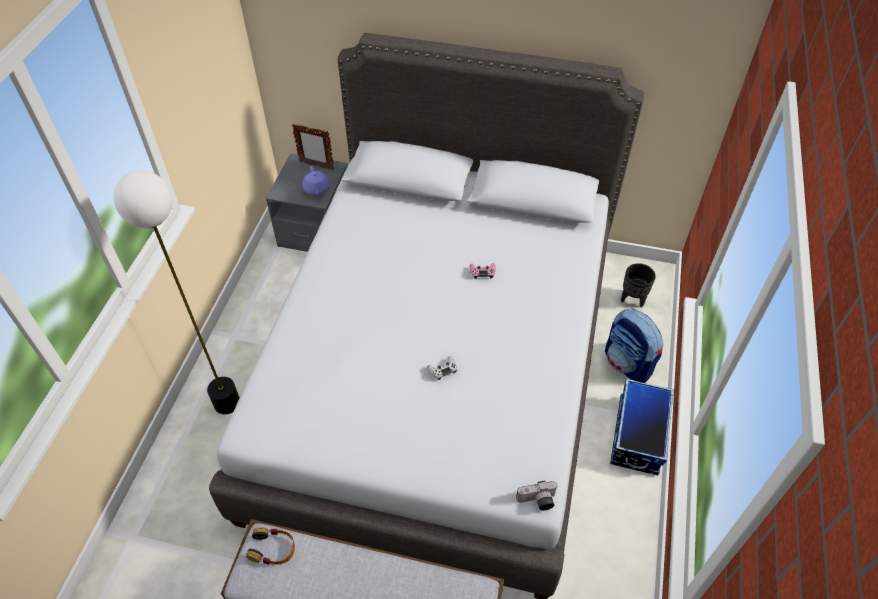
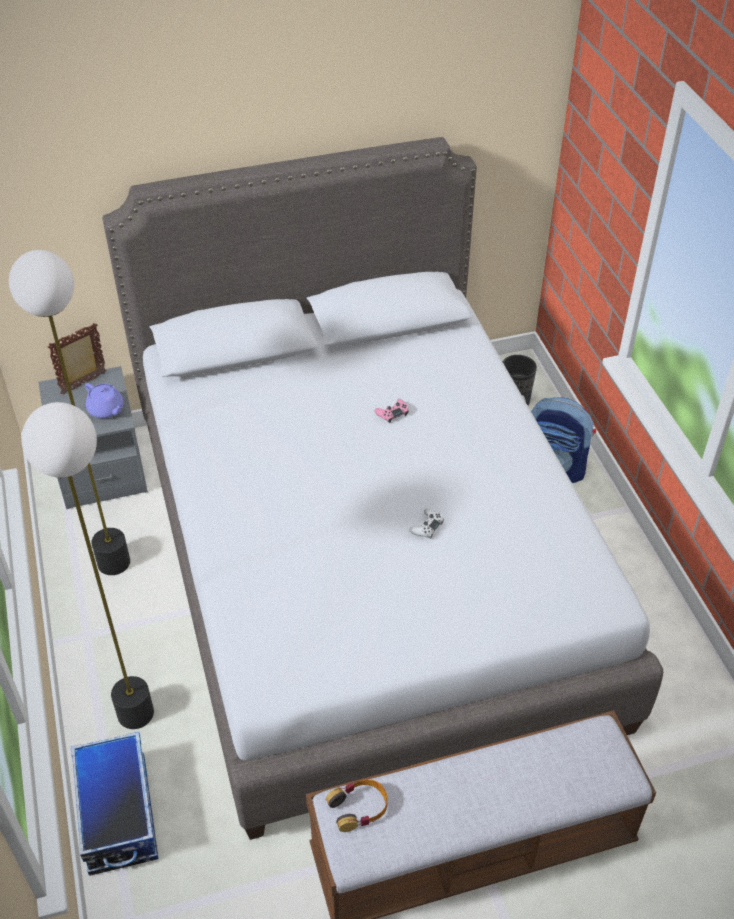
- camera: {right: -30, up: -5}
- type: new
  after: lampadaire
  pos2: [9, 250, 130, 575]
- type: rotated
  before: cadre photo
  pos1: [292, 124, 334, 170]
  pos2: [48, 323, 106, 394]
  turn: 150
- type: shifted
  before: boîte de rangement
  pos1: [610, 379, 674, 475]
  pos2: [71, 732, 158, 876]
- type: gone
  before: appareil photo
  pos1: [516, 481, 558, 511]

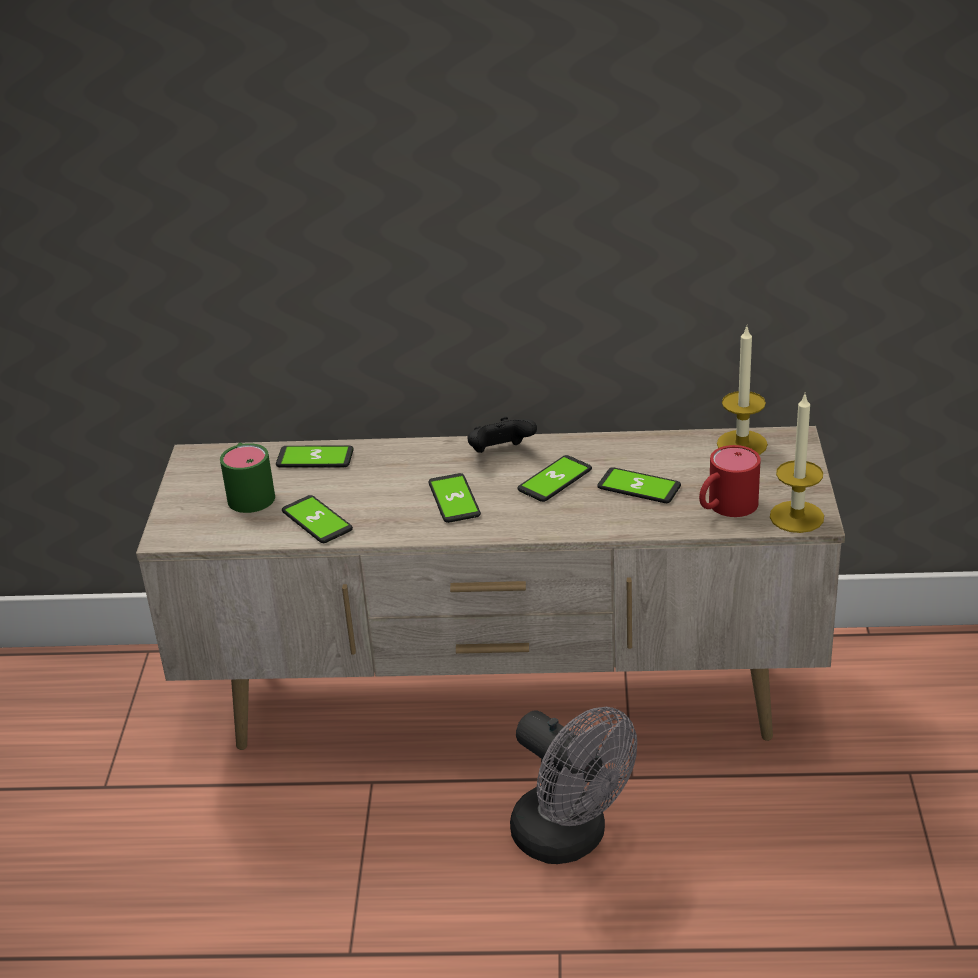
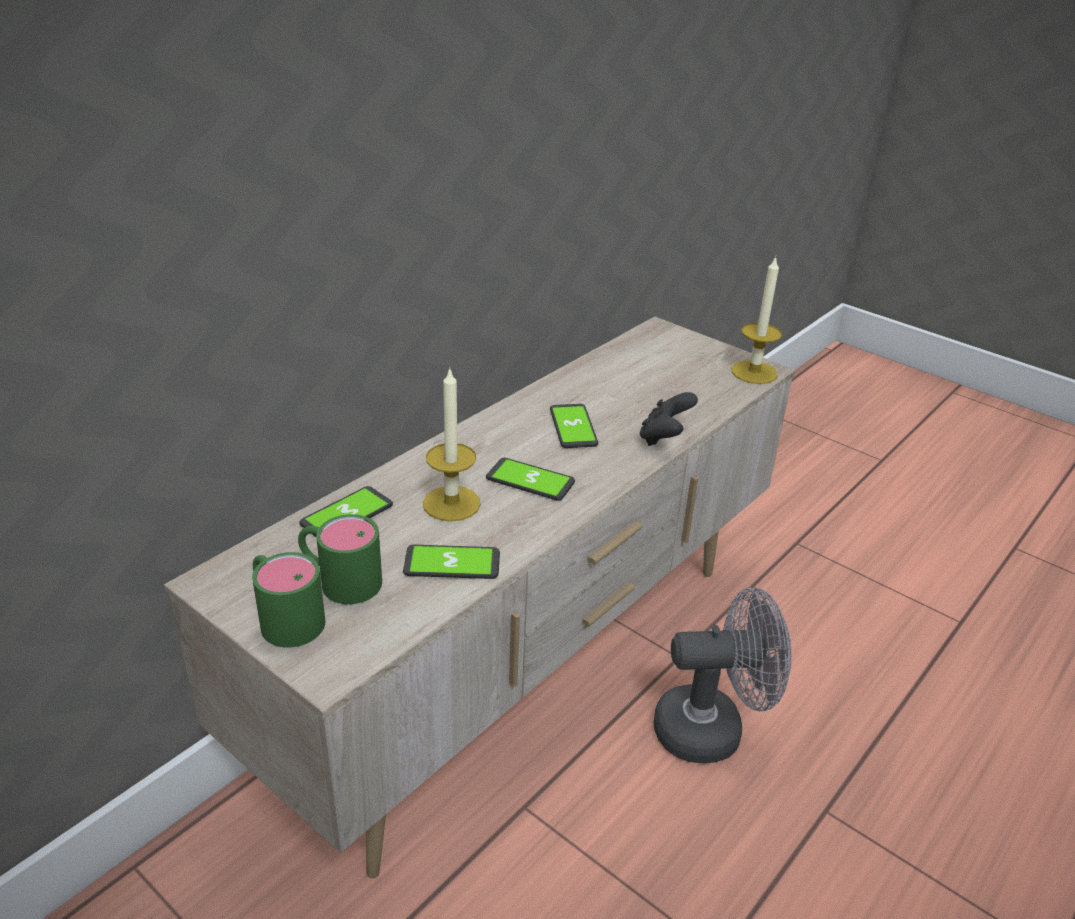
- camera: {right: -55, up: 0}
- type: new
  after: mug (vert)
  pos2: [252, 552, 325, 648]
- type: shifted
  before: bougie
  pos1: [717, 327, 768, 455]
  pos2: [423, 367, 481, 521]
- type: shifted
  before: manette (noir)
  pos1: [467, 417, 537, 453]
  pos2: [640, 392, 698, 446]
- type: gone
  before: téléphone
  pos1: [597, 467, 681, 503]
- type: gone
  before: mug (rouge)
  pos1: [699, 445, 761, 517]

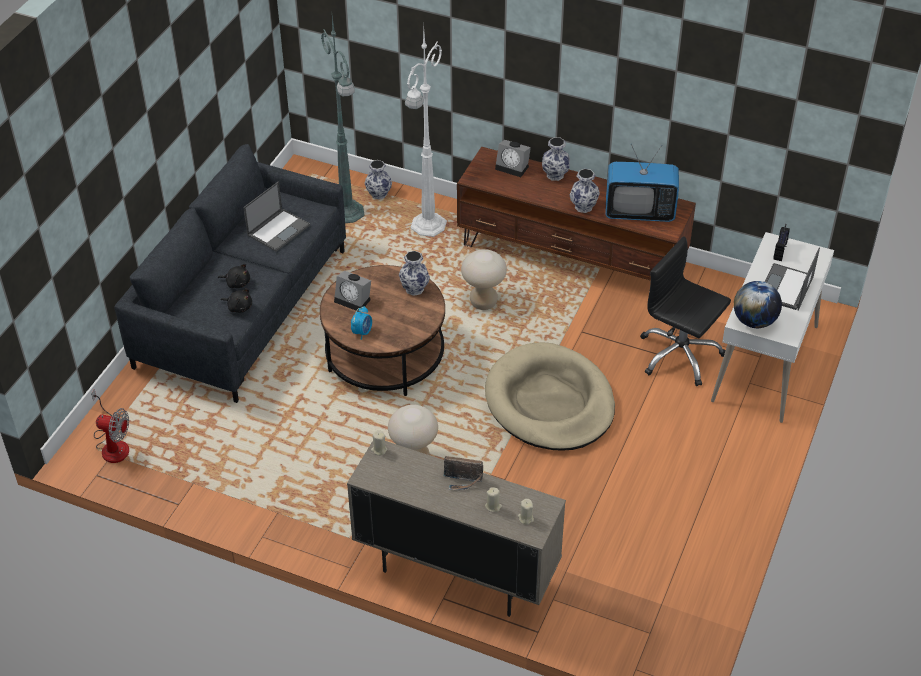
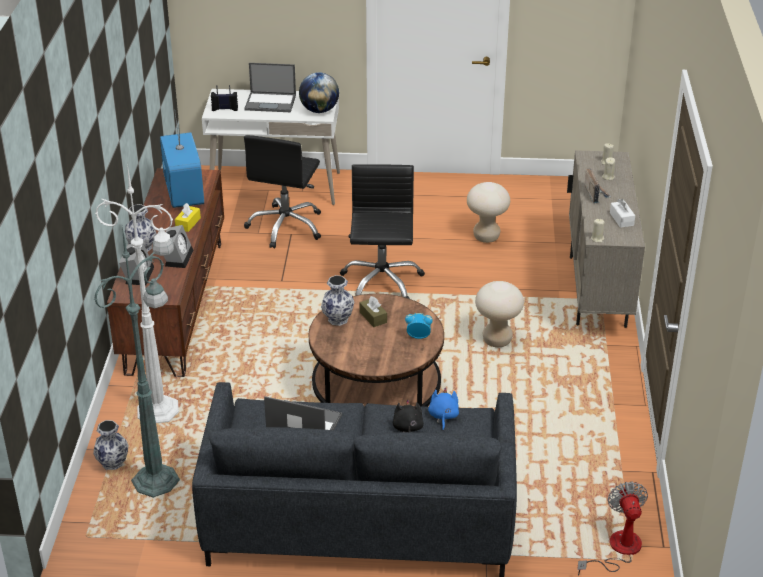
- camera: {right: -110, up: -10}
- type: shifted
  before: réveil
  pos1: [334, 271, 371, 312]
  pos2: [164, 225, 193, 268]
- type: swapped
  before: vase
  after: boîte à mouchoirs (jaune)
  pos1: [570, 169, 600, 213]
  pos2: [175, 203, 201, 232]
- type: swapped
  before: panier pour chien (beige)
  after: chaise de bureau (noir)
  pos1: [485, 342, 615, 451]
  pos2: [340, 164, 425, 299]
- type: new
  after: boîte à mouchoirs (marron)
  pos2: [359, 296, 387, 327]
- type: repainted
  before: peluche (noir)
  after: peluche (bleu)
  pos1: [221, 289, 252, 313]
  pos2: [428, 387, 459, 430]
- type: shifted
  before: tabouret (beige)
  pos1: [461, 249, 507, 310]
  pos2: [467, 182, 510, 243]
- type: new
  after: boîte à mouchoirs (blanc)
  pos2: [610, 199, 635, 228]

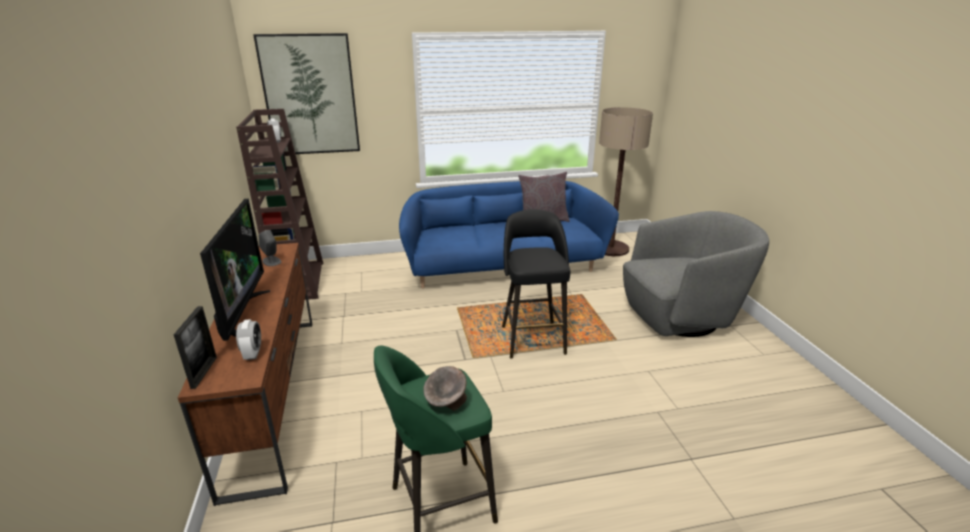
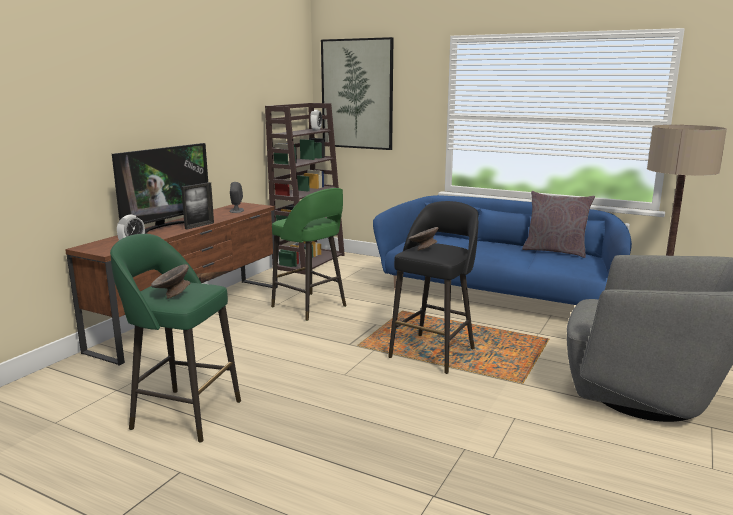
- camera: {right: 40, up: -10}
- type: shifted
  before: cadre photo
  pos1: [174, 306, 217, 389]
  pos2: [181, 182, 214, 229]
- type: new
  after: tabouret (vert)
  pos2: [271, 188, 346, 321]
- type: new
  after: bol (gris)
  pos2: [409, 227, 438, 251]

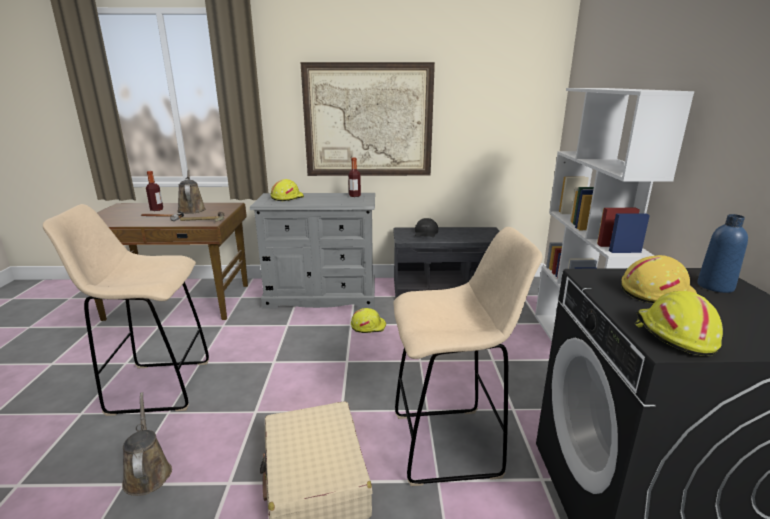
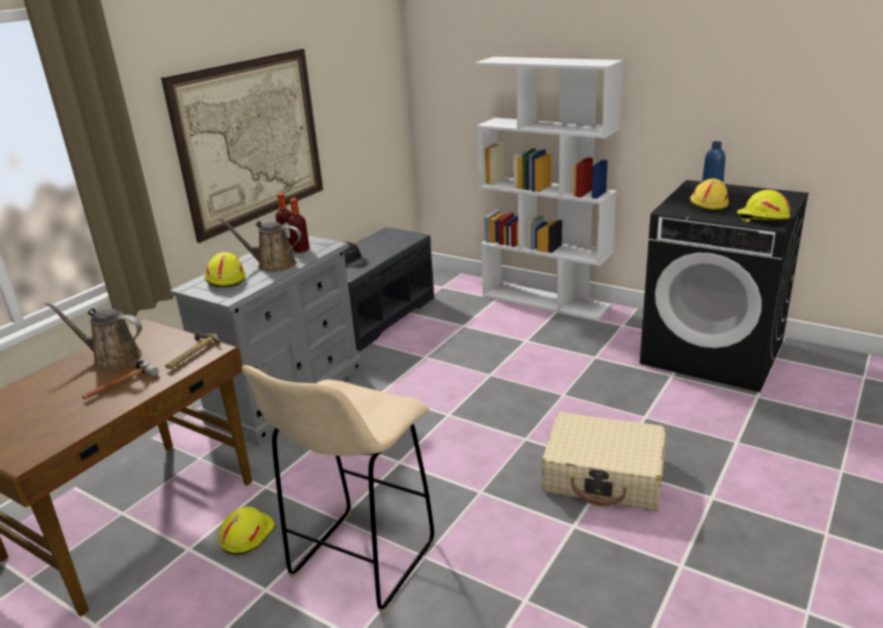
- camera: {right: -55, up: 5}
- type: shifted
  before: arrosoir (marron)
  pos1: [122, 392, 172, 496]
  pos2: [218, 218, 301, 272]
- type: shifted
  before: casque de chantier (jaune)
  pos1: [351, 308, 386, 333]
  pos2: [218, 506, 276, 555]
- type: shifted
  before: bouteille
  pos1: [146, 171, 163, 211]
  pos2: [288, 198, 310, 253]
- type: gone
  before: tabouret (beige)
  pos1: [393, 227, 543, 486]

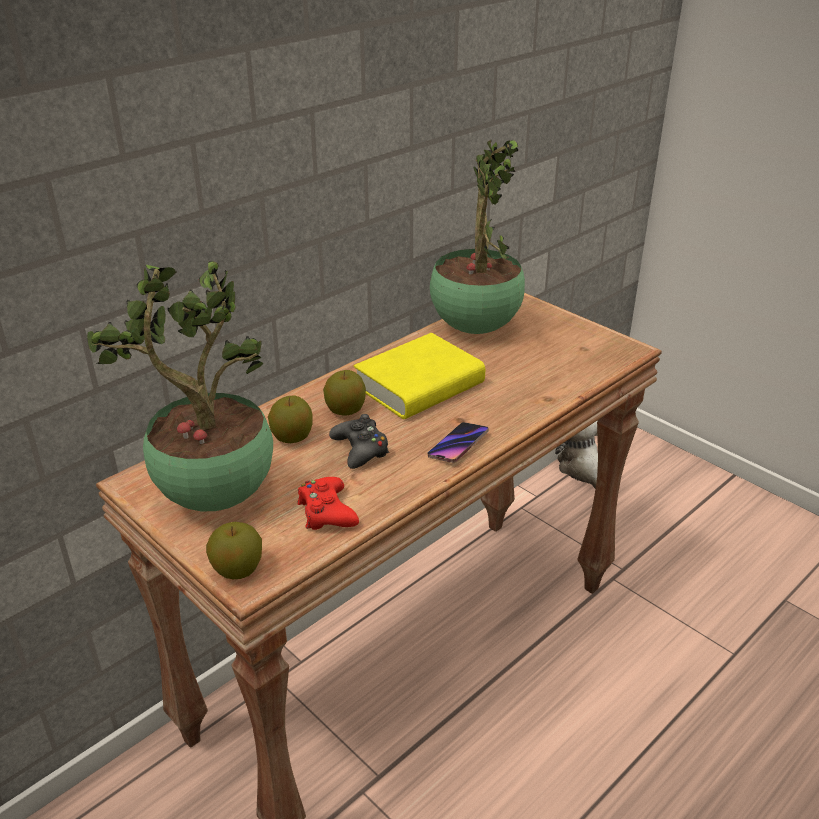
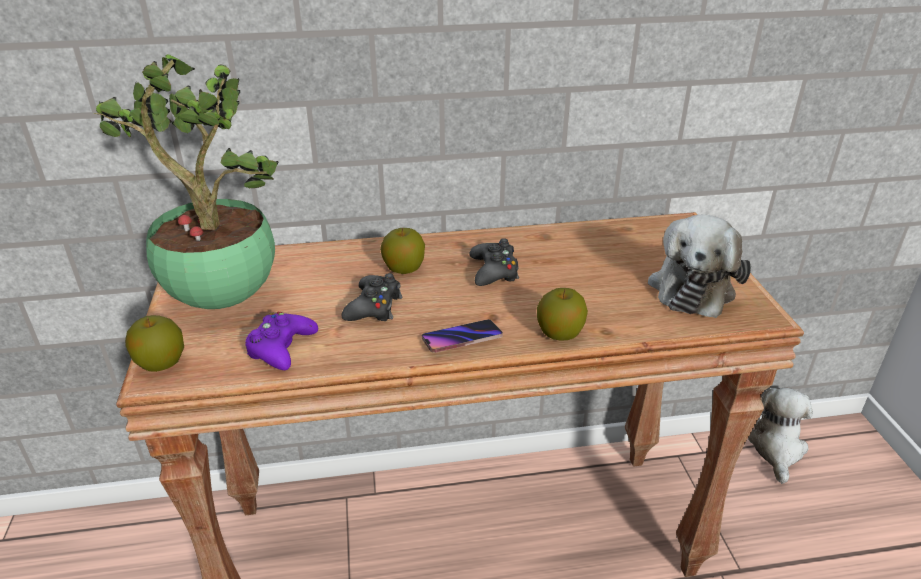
- camera: {right: 35, up: 0}
- type: repainted
  before: manette (rouge)
  after: manette (violet)
  pos1: [297, 477, 359, 530]
  pos2: [245, 312, 318, 370]
- type: swapped
  before: livre (jaune)
  after: manette (noir)
  pos1: [354, 333, 485, 419]
  pos2: [469, 238, 519, 286]
- type: shifted
  before: pomme
  pos1: [268, 395, 313, 443]
  pos2: [537, 288, 588, 340]
- type: new
  after: peluche
  pos2: [648, 215, 751, 318]
- type: gone
  before: plante en pot
  pos1: [430, 140, 525, 334]

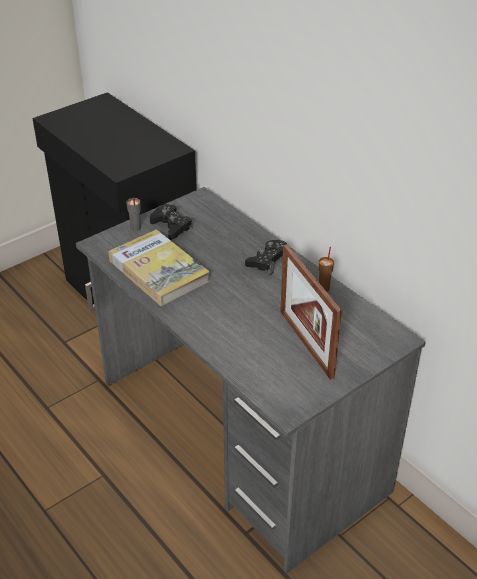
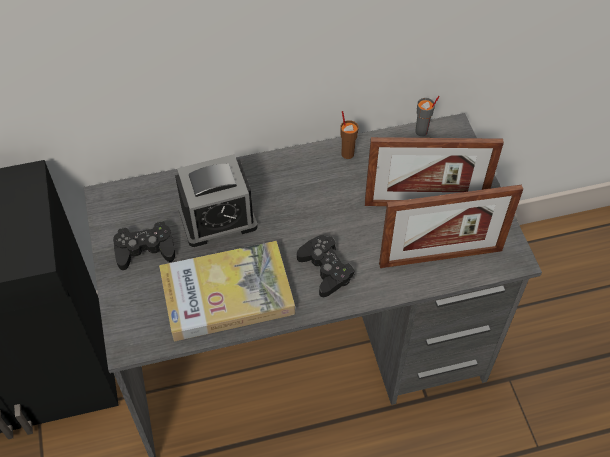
- camera: {right: -65, up: 15}
- type: new
  after: réveil
  pos2: [175, 154, 258, 247]
- type: shifted
  before: manette (noir)
  pos1: [245, 240, 287, 275]
  pos2: [297, 235, 355, 297]
- type: new
  after: cadre photo
  pos2: [379, 185, 523, 268]
- type: shifted
  before: tasse (gris)
  pos1: [126, 197, 141, 231]
  pos2: [415, 96, 440, 136]

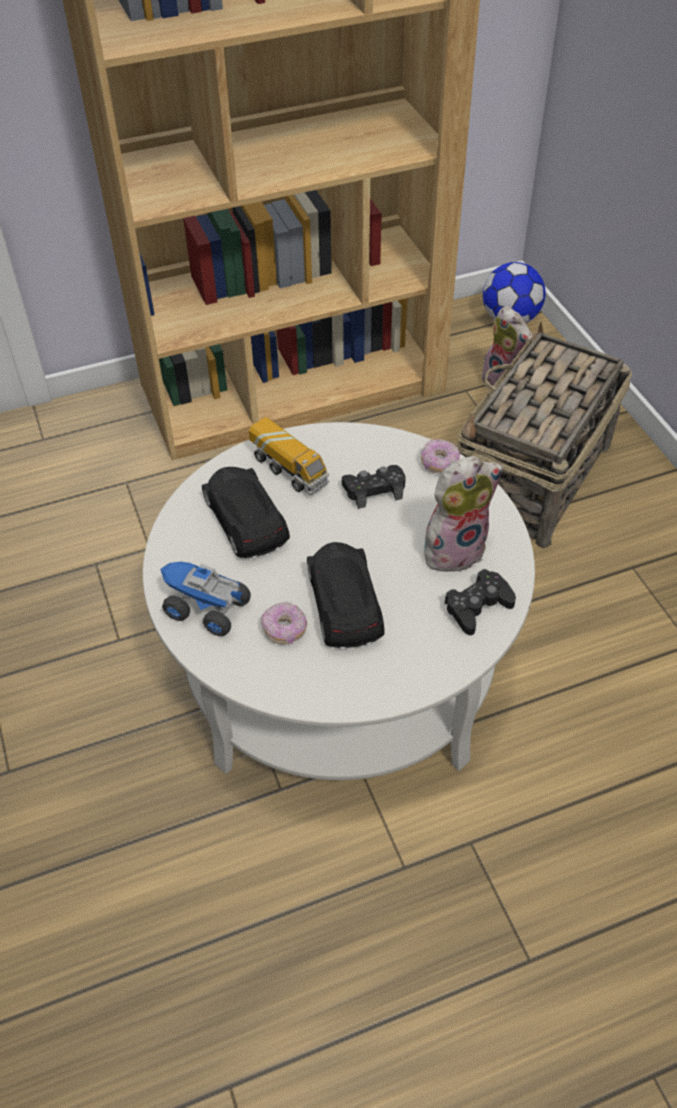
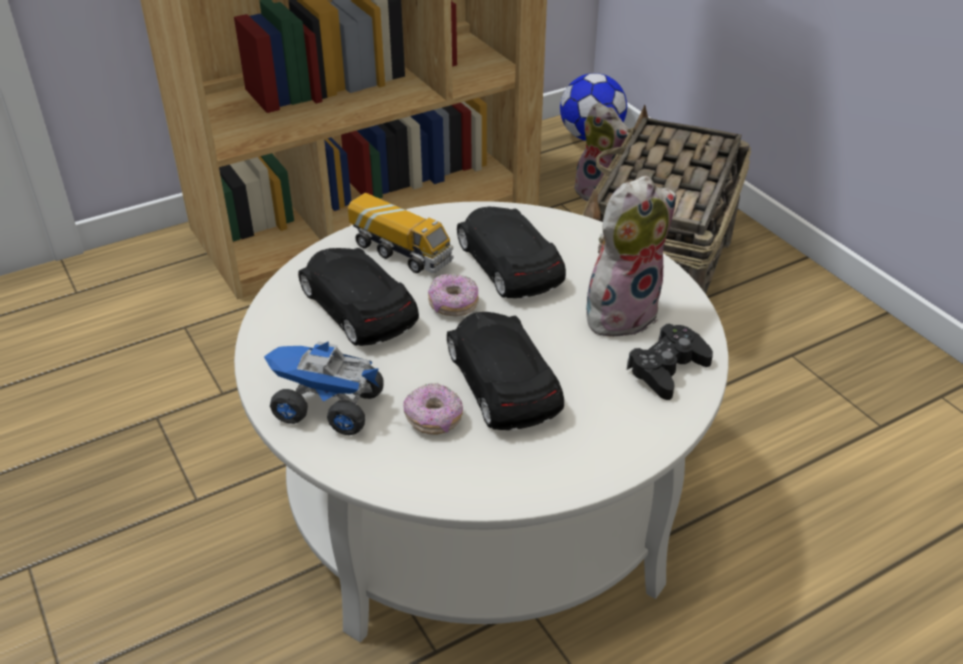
- camera: {right: -10, up: -10}
- type: shifted
  before: beignet
  pos1: [421, 439, 460, 474]
  pos2: [428, 274, 479, 316]
- type: swapped
  before: manette (noir)
  after: petite voiture (noir)
  pos1: [342, 465, 406, 509]
  pos2: [457, 207, 566, 298]

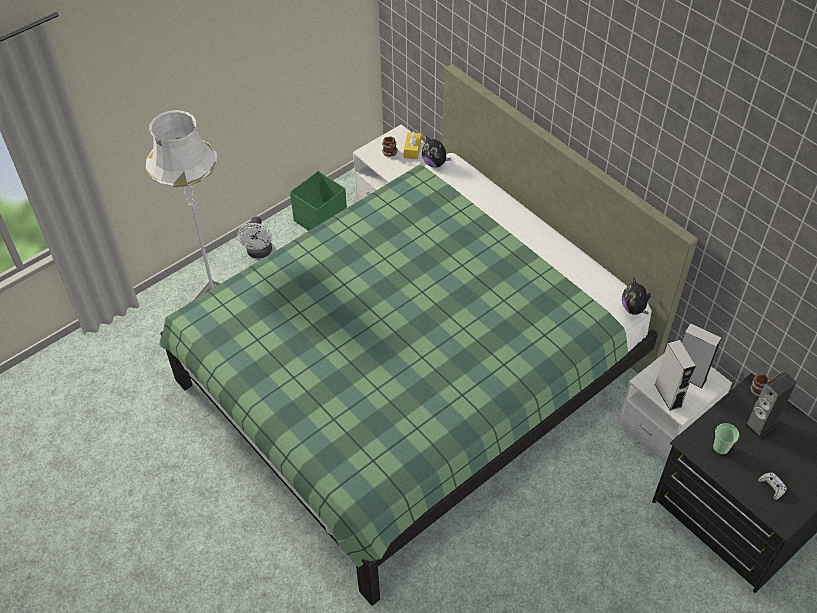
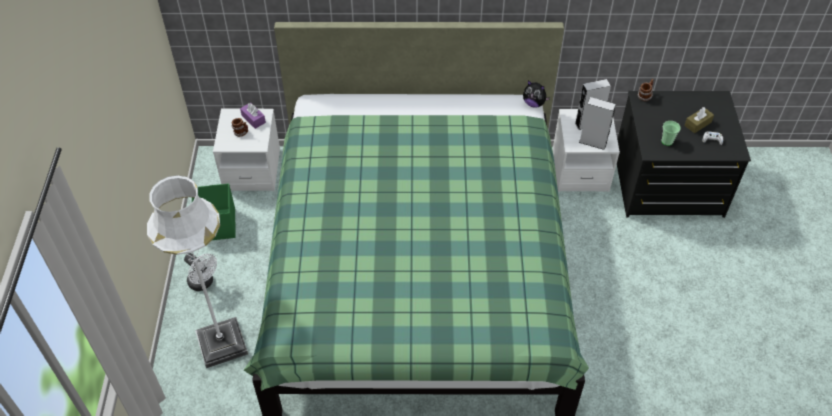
- camera: {right: -50, up: 0}
- type: repainted
  before: boîte à mouchoirs (jaune)
  after: boîte à mouchoirs (violet)
  pos1: [404, 131, 421, 159]
  pos2: [240, 103, 266, 129]
- type: new
  after: boîte à mouchoirs (marron)
  pos2: [684, 107, 714, 133]
- type: gone
  before: peluche
  pos1: [422, 136, 451, 168]
- type: gone
  before: enceinte
  pos1: [744, 371, 796, 439]

